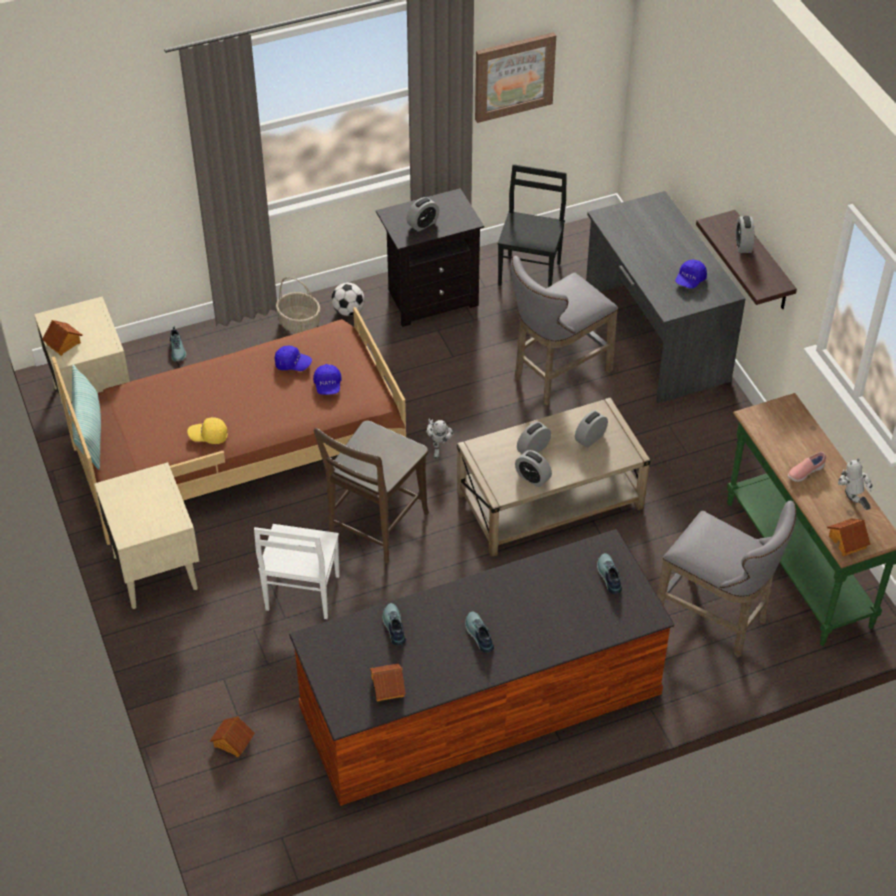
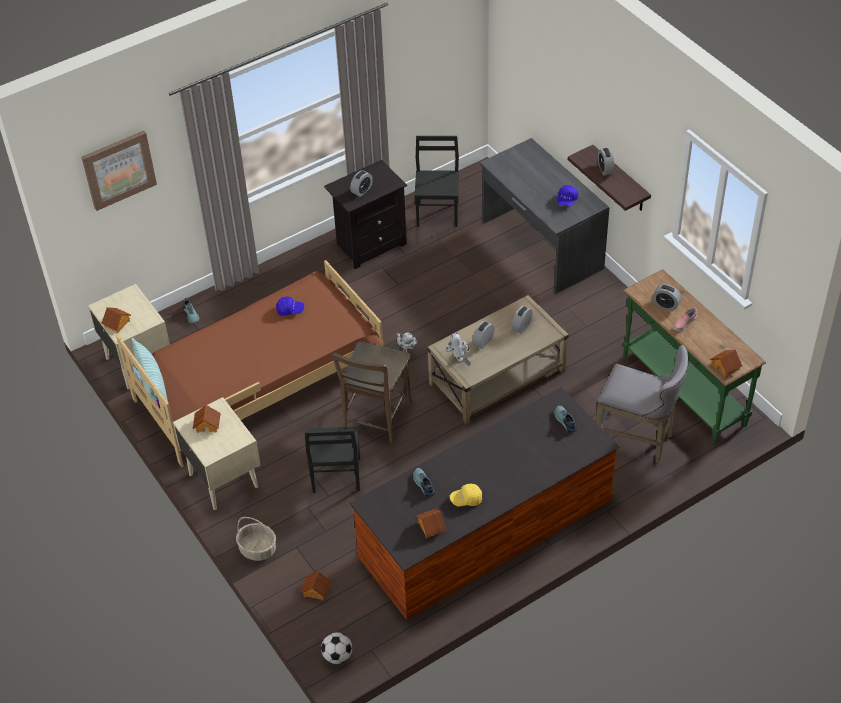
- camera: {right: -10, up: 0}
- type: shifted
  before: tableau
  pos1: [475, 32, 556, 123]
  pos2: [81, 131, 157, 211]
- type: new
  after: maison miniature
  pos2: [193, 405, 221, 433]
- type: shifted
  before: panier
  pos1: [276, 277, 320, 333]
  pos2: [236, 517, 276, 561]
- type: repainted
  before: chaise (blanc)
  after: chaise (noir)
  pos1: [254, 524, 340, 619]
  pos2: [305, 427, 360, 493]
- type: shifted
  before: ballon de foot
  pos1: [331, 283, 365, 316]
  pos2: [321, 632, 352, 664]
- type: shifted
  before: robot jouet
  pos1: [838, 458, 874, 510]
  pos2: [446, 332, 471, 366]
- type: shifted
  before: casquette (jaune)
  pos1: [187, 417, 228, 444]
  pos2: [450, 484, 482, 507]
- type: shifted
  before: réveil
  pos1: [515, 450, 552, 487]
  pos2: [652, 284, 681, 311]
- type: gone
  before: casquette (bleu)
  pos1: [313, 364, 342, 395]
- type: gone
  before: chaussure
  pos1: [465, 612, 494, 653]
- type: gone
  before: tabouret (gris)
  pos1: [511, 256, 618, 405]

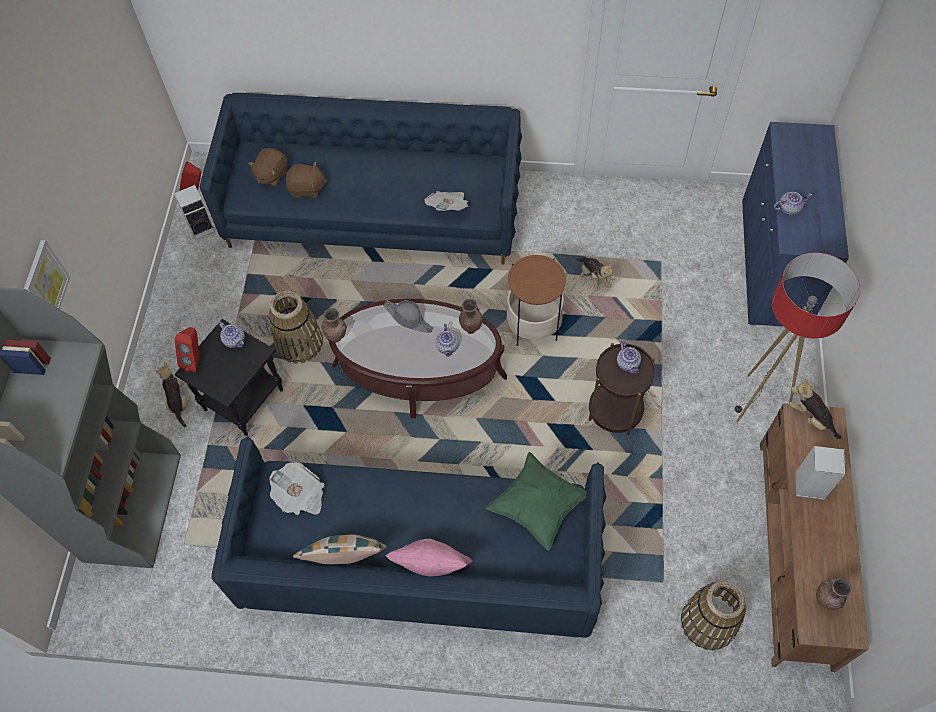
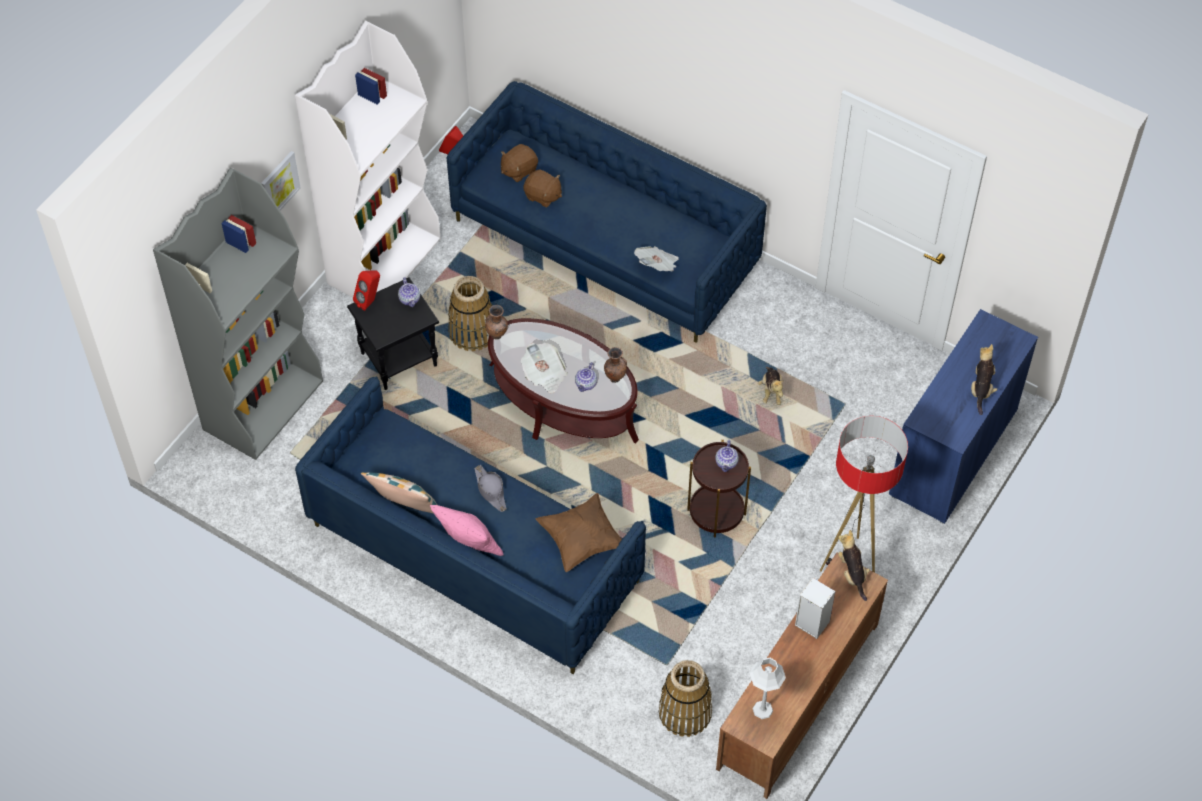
- camera: {right: 25, up: -5}
- type: new
  after: bibliothèque (blanc)
  pos2: [295, 21, 441, 297]
- type: shifted
  before: chapeau (gris)
  pos1: [383, 300, 433, 333]
  pos2: [474, 465, 507, 512]
- type: shifted
  before: journal
  pos1: [269, 462, 324, 515]
  pos2: [521, 343, 568, 393]
- type: repainted
  before: coussin (vert)
  after: coussin (marron)
  pos1: [486, 452, 587, 551]
  pos2: [536, 493, 622, 572]
- type: swapped
  before: vase (marron)
  after: lampe de table (gris)
  pos1: [816, 578, 851, 610]
  pos2: [750, 658, 786, 719]
- type: shifted
  before: peluche
  pos1: [156, 362, 191, 427]
  pos2: [971, 344, 998, 415]
- type: gone
  before: enceinte
  pos1: [174, 185, 215, 240]
- type: gone
  before: table d'appoint
  pos1: [507, 255, 566, 346]
- type: gone
  before: théière
  pos1: [773, 192, 812, 216]

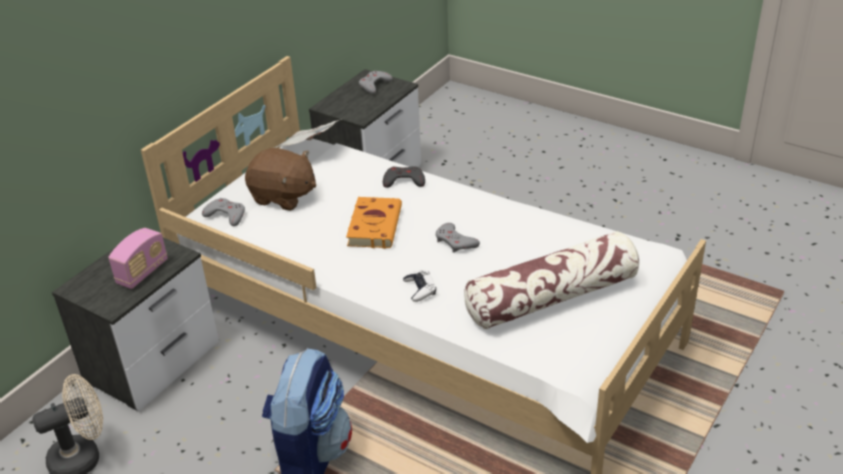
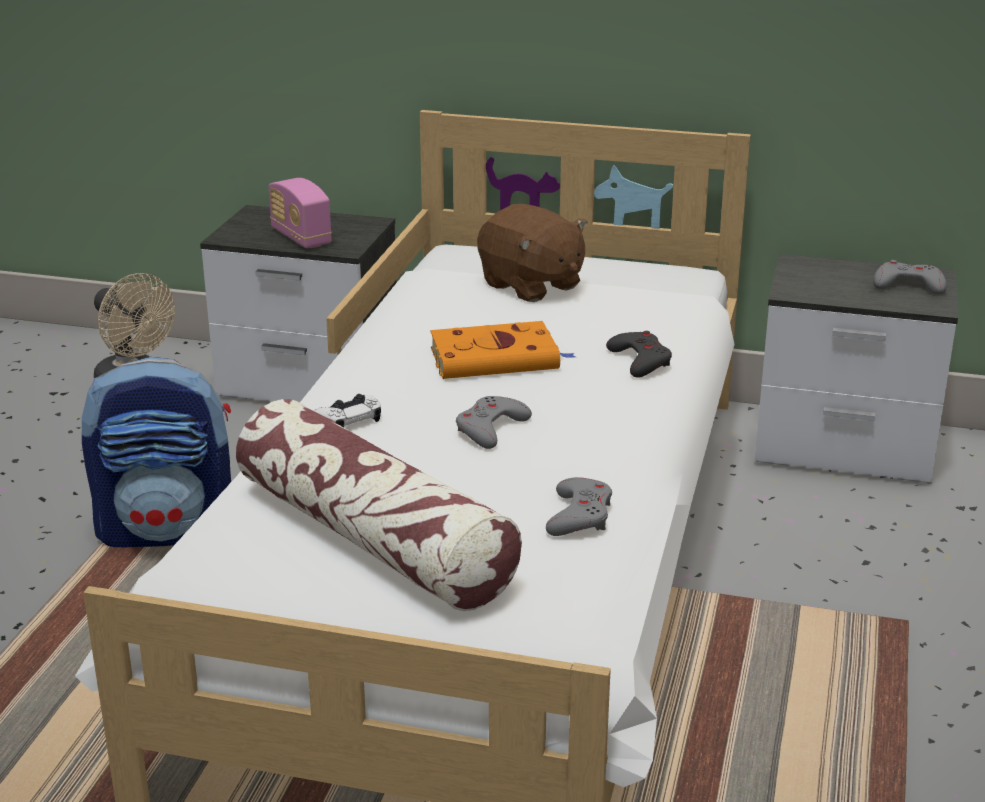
- camera: {right: 70, up: -10}
- type: rotated
  before: radio
  pos1: [108, 228, 168, 289]
  pos2: [268, 178, 332, 248]
  turn: 45
- type: rotated
  before: peluche (marron)
  pos1: [245, 148, 316, 211]
  pos2: [477, 204, 588, 302]
  turn: -45
- type: shifted
  before: manette (gris)
  pos1: [202, 198, 245, 226]
  pos2: [546, 477, 612, 536]
- type: gone
  before: journal
  pos1: [273, 119, 342, 148]

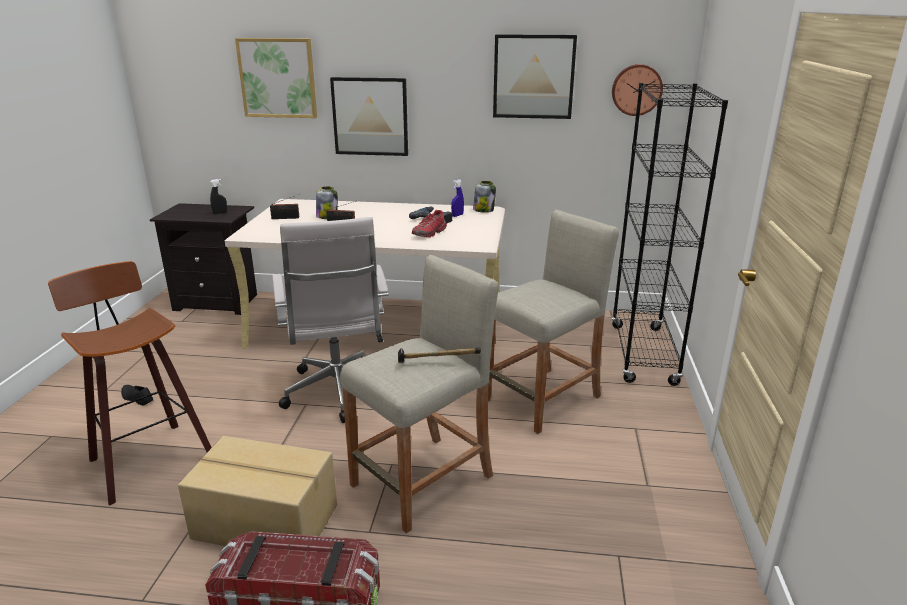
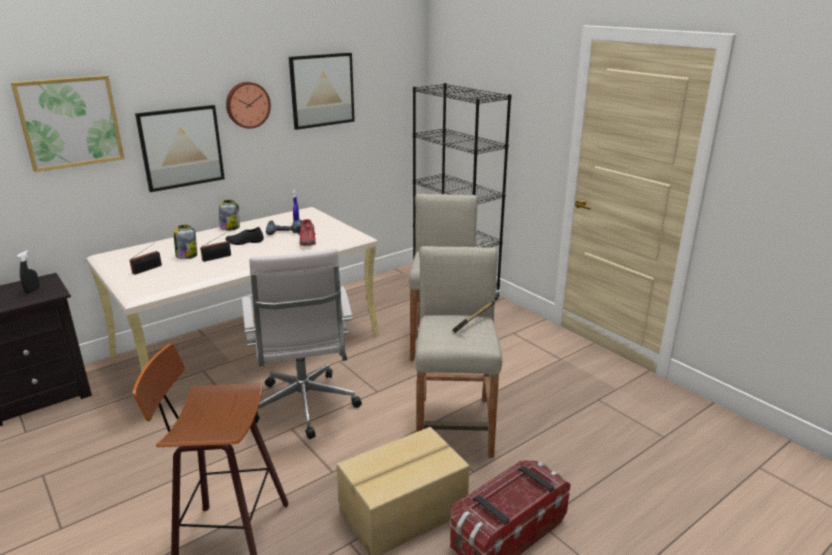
- camera: {right: -45, up: 0}
- type: shifted
  before: bocal
  pos1: [473, 181, 496, 213]
  pos2: [219, 200, 239, 231]
- type: shifted
  before: chaussure (noir)
  pos1: [121, 385, 153, 405]
  pos2: [225, 227, 264, 245]
- type: shifted
  before: horloge murale
  pos1: [612, 64, 663, 116]
  pos2: [226, 82, 271, 129]
- type: rotated
  before: chaise de bureau (blanc)
  pos1: [272, 217, 388, 423]
  pos2: [242, 249, 362, 439]
  turn: 45

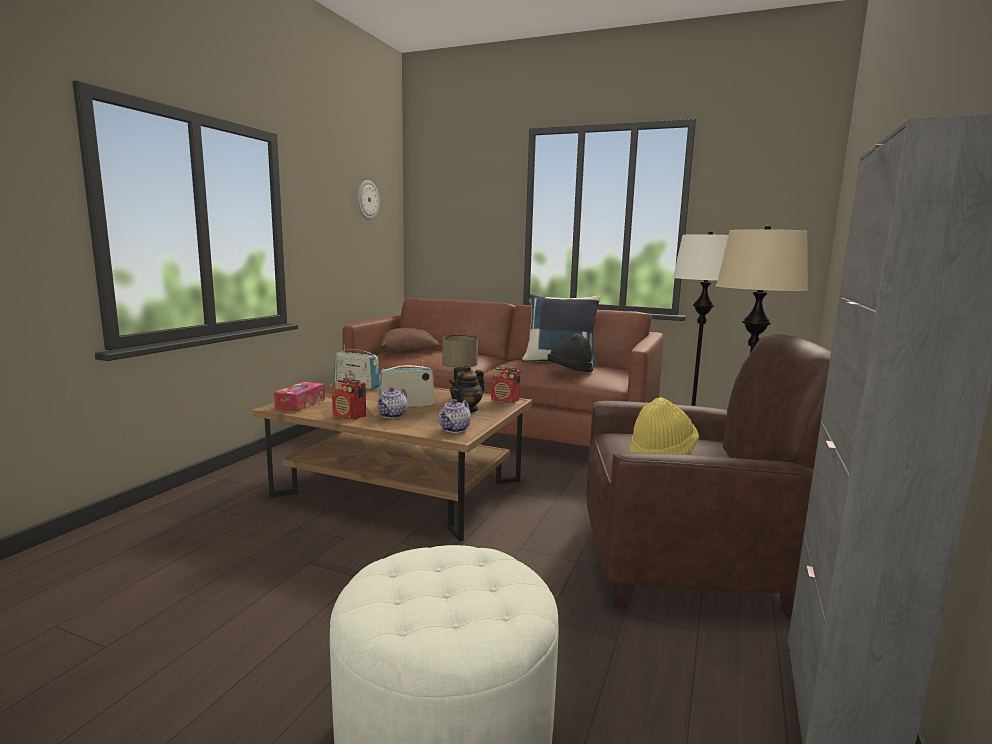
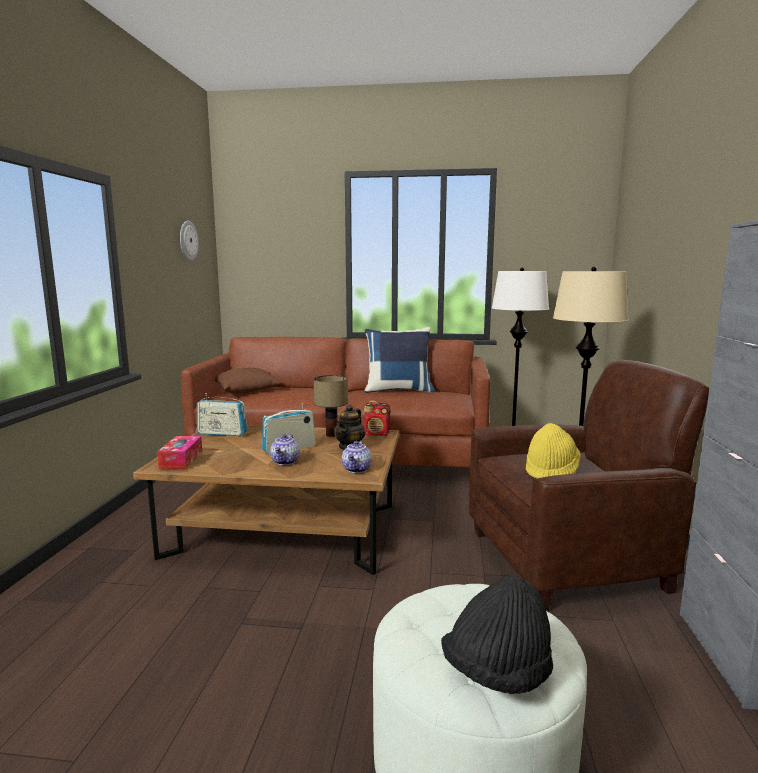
- camera: {right: -15, up: 0}
- type: shifted
  before: chapeau (noir)
  pos1: [548, 334, 593, 372]
  pos2: [441, 576, 553, 694]
- type: gone
  before: radio
  pos1: [332, 376, 366, 420]

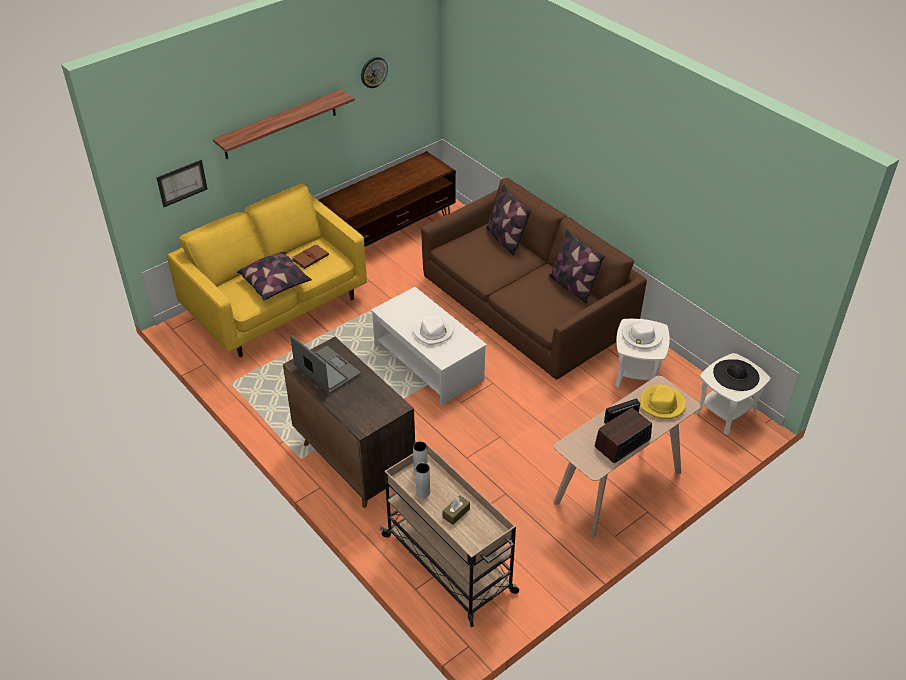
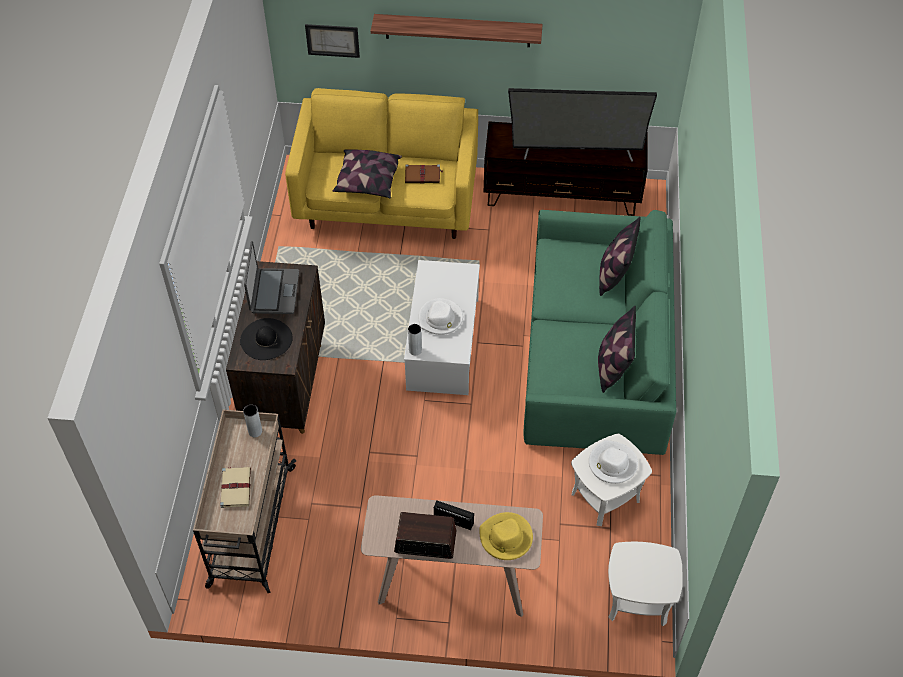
- camera: {right: 45, up: 10}
- type: swapped
  before: boîte à mouchoirs (marron)
  after: livre (beige)
  pos1: [443, 495, 470, 525]
  pos2: [220, 467, 251, 508]
- type: shifted
  before: chapeau (noir)
  pos1: [713, 359, 760, 391]
  pos2: [240, 318, 293, 360]
- type: shifted
  before: vase (gris)
  pos1: [415, 463, 430, 498]
  pos2: [408, 324, 422, 355]
- type: new
  after: téléviseur
  pos2: [508, 88, 657, 162]
- type: repainted
  before: canapé (marron)
  after: canapé (vert)
  pos1: [421, 178, 647, 380]
  pos2: [523, 210, 676, 455]
- type: gone
  before: horloge murale
  pos1: [361, 57, 388, 88]

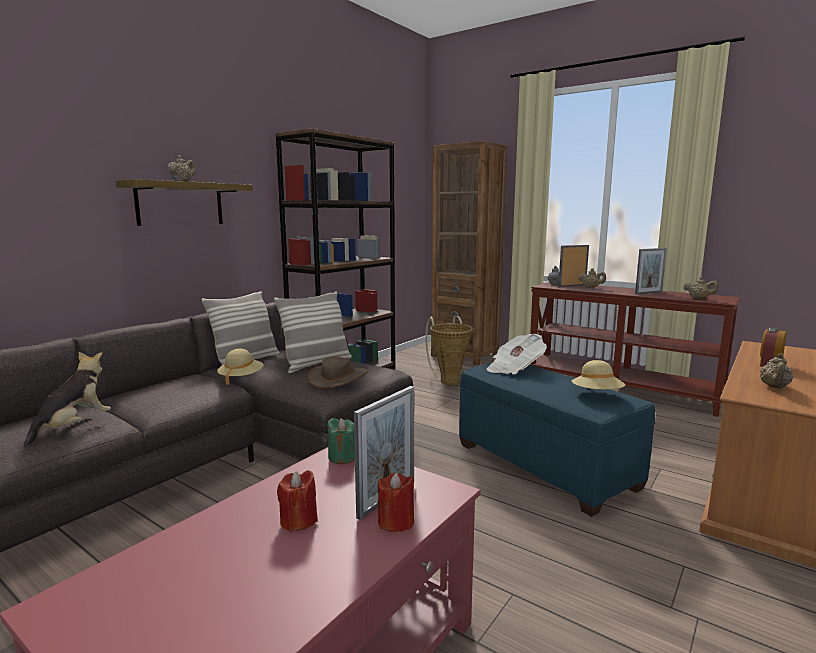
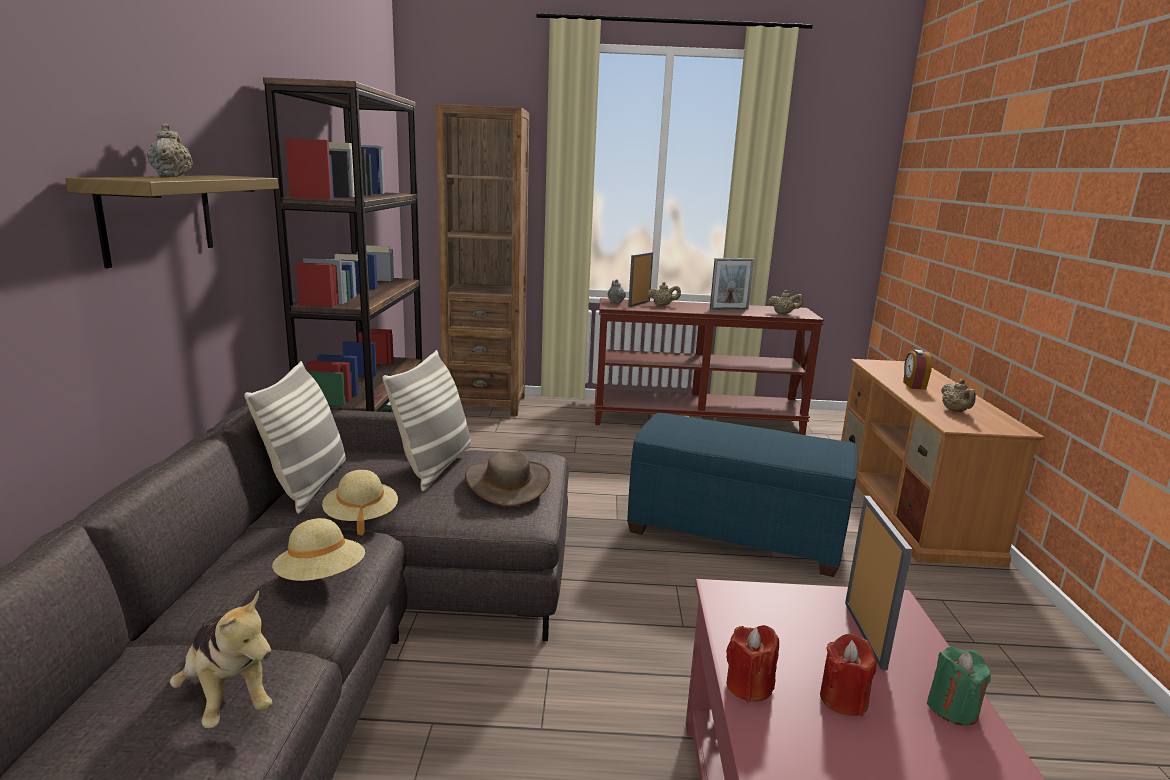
- camera: {right: -35, up: 5}
- type: rotated
  before: peluche
  pos1: [24, 352, 111, 448]
  pos2: [170, 590, 272, 728]
  turn: 150
- type: shifted
  before: chapeau (beige)
  pos1: [572, 360, 625, 389]
  pos2: [272, 518, 365, 581]
- type: rotated
  before: cadre photo
  pos1: [635, 248, 667, 295]
  pos2: [710, 258, 754, 310]
  turn: 45
- type: shifted
  before: bougie (rouge)
  pos1: [378, 472, 414, 532]
  pos2: [726, 625, 779, 702]
- type: shifted
  before: bougie (vert)
  pos1: [327, 418, 355, 464]
  pos2: [927, 646, 991, 726]
- type: gone
  before: panier
  pos1: [426, 316, 472, 385]
- type: gone
  before: journal
  pos1: [487, 334, 547, 374]

